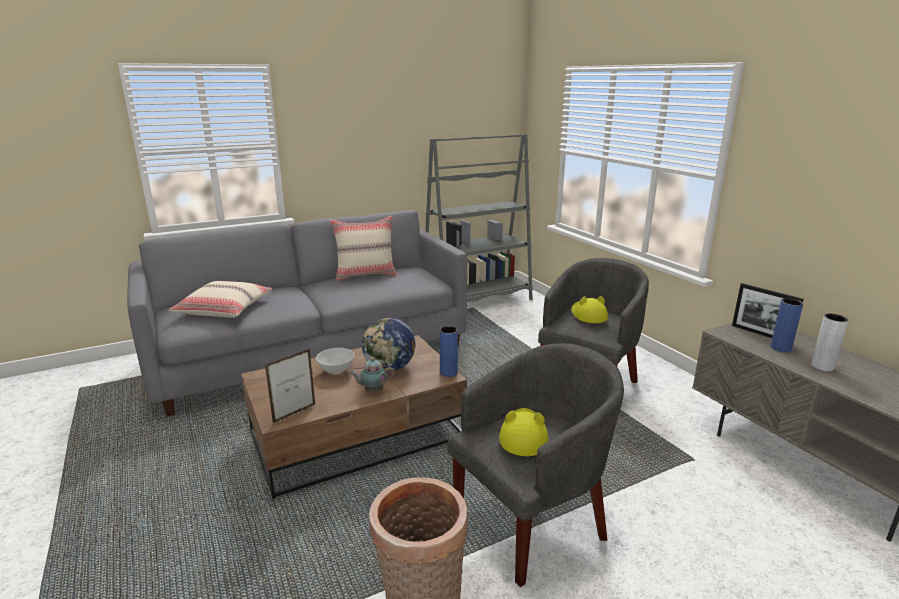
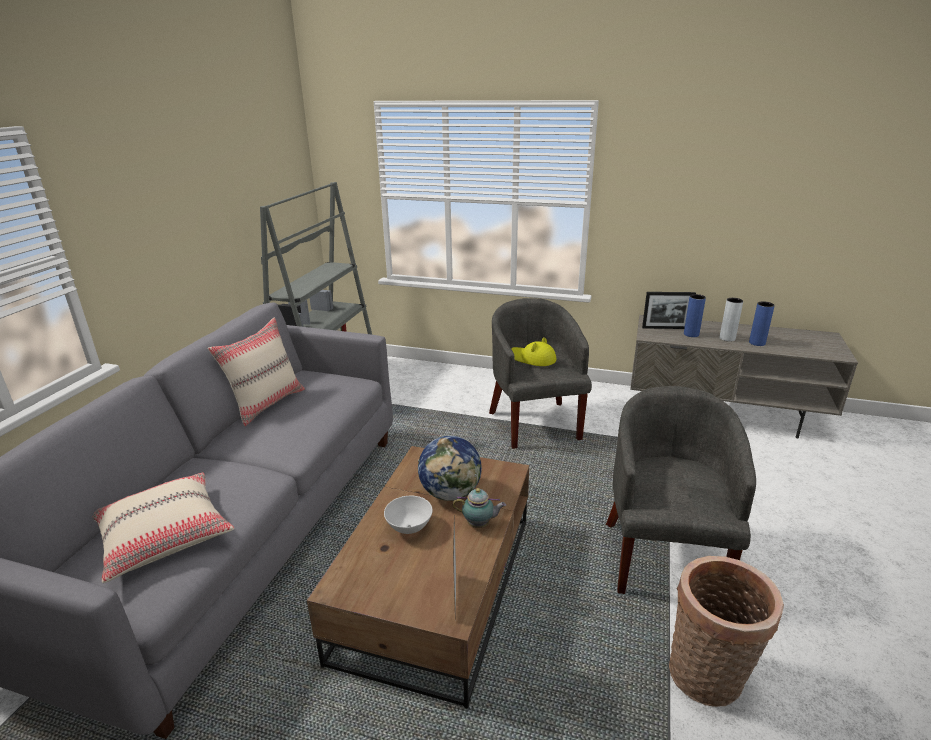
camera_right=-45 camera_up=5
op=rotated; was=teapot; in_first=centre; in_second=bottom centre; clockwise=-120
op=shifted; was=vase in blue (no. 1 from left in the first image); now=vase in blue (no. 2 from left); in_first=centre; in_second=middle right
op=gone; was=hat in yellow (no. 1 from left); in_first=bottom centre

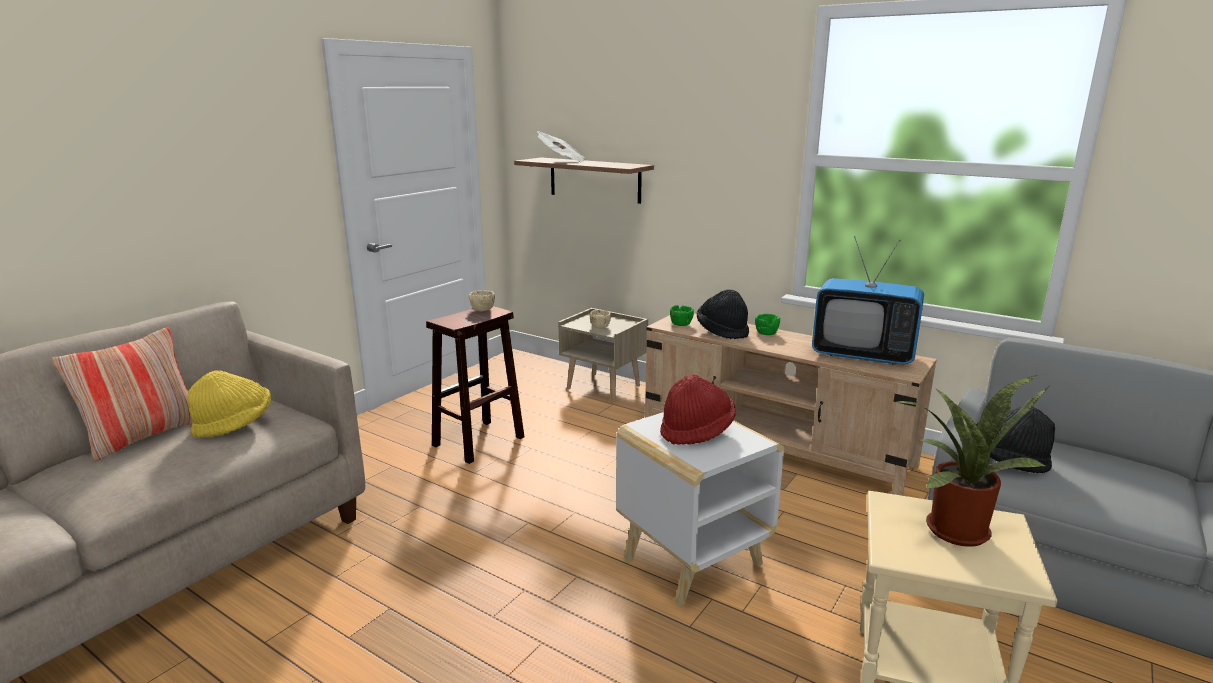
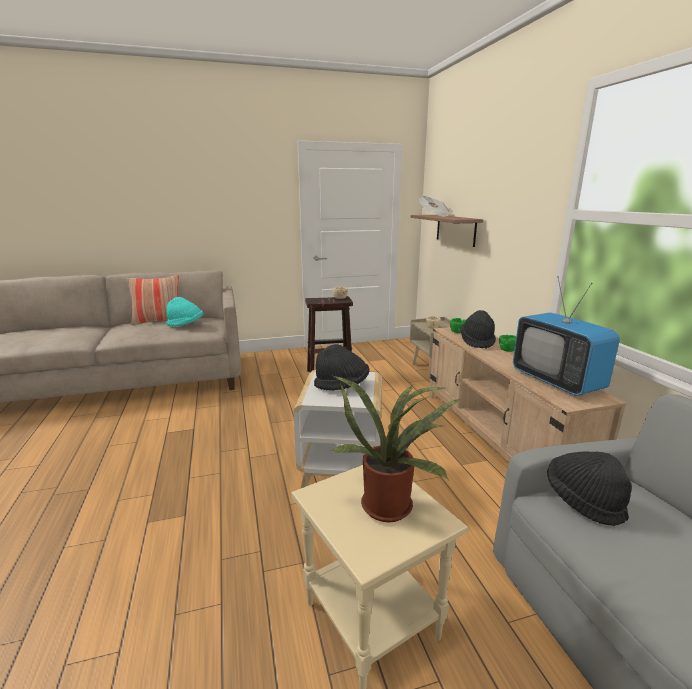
camera_right=40 camera_up=0
op=repainted; was=hat in yellow; now=hat in turquoise; in_first=middle left; in_second=middle left
op=repainted; was=hat in red; now=hat in black (no. 1 from left); in_first=centre; in_second=centre

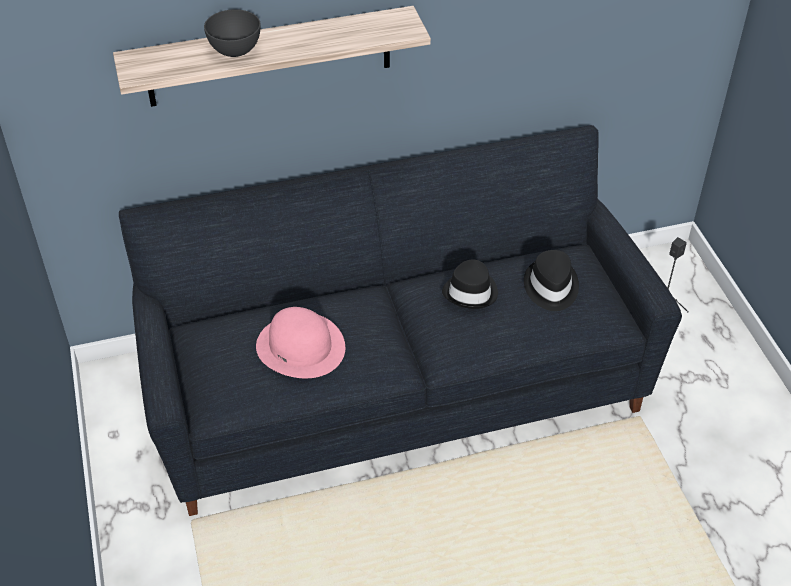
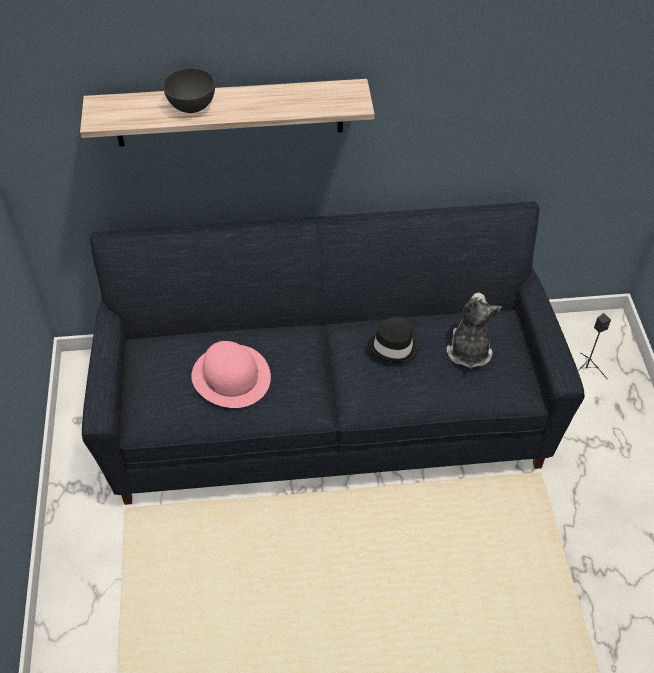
camera_right=10 camera_up=5
op=swapped; was=hat in black (no. 2 from left); now=plush toy; in_first=middle right; in_second=middle right

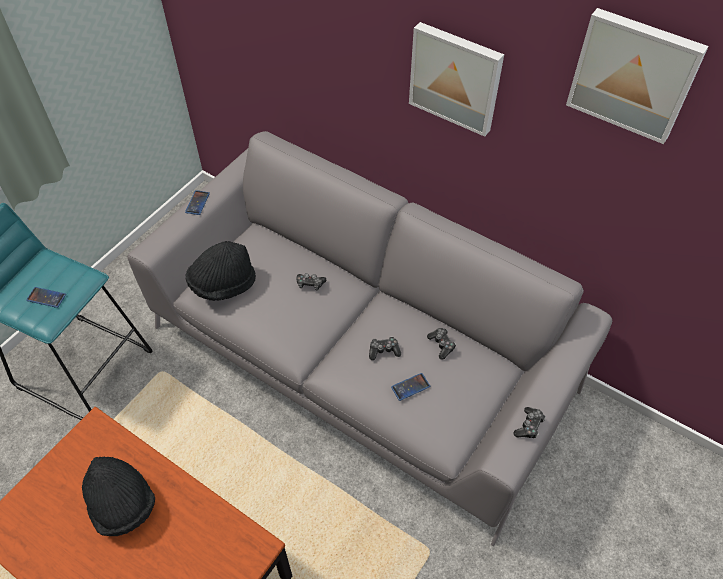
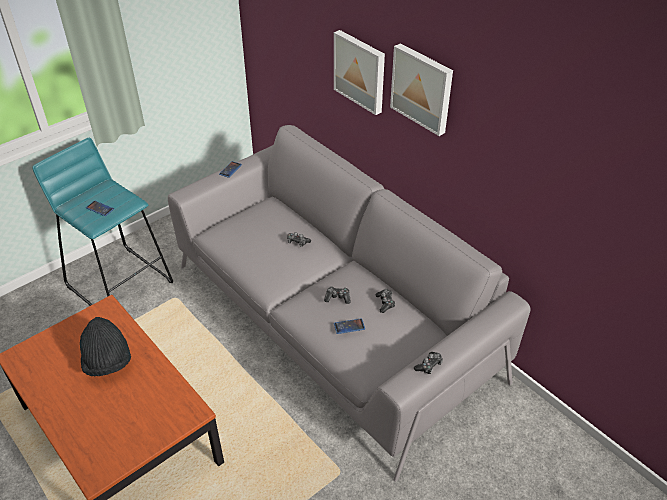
camera_right=15 camera_up=-10
op=gone; was=hat in black (no. 2 from left); in_first=middle left
op=shifted; was=picture (no. 2 from left in the first image); now=picture (no. 1 from left); in_first=top right; in_second=top centre

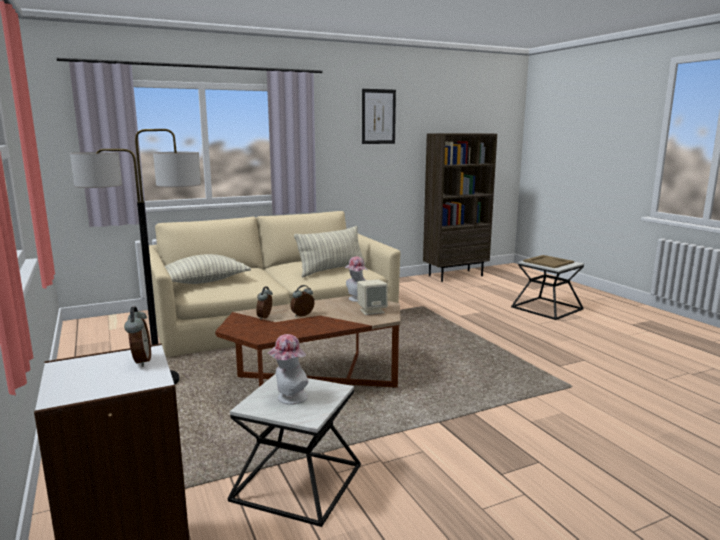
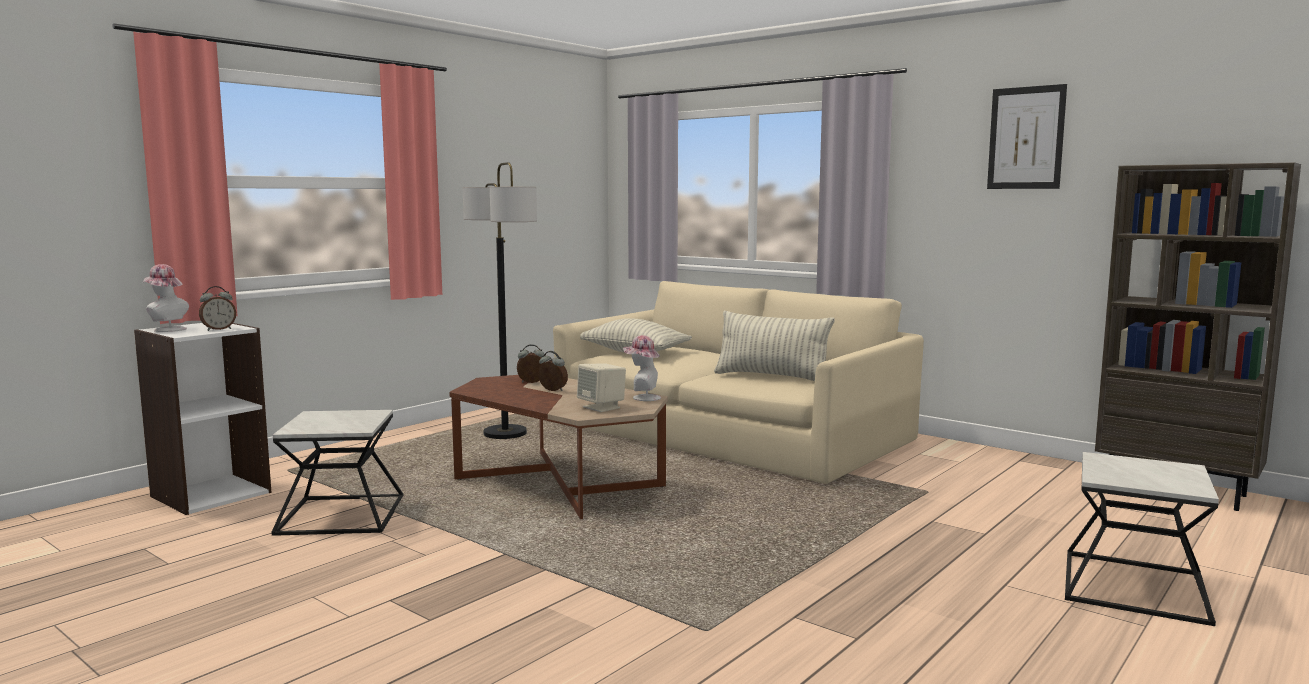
camera_right=65 camera_up=-5
op=shifted; was=hat (no. 1 from left); in_first=bottom centre; in_second=middle left
op=gone; was=tray in beige; in_first=middle right

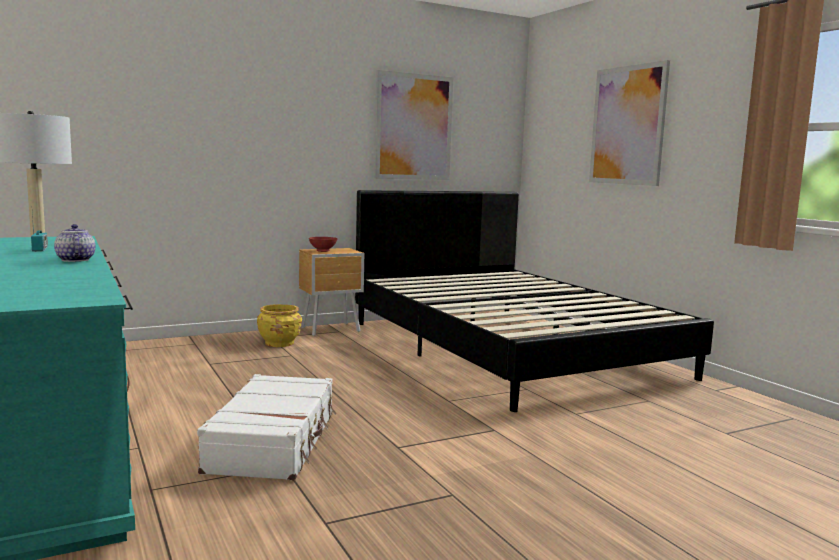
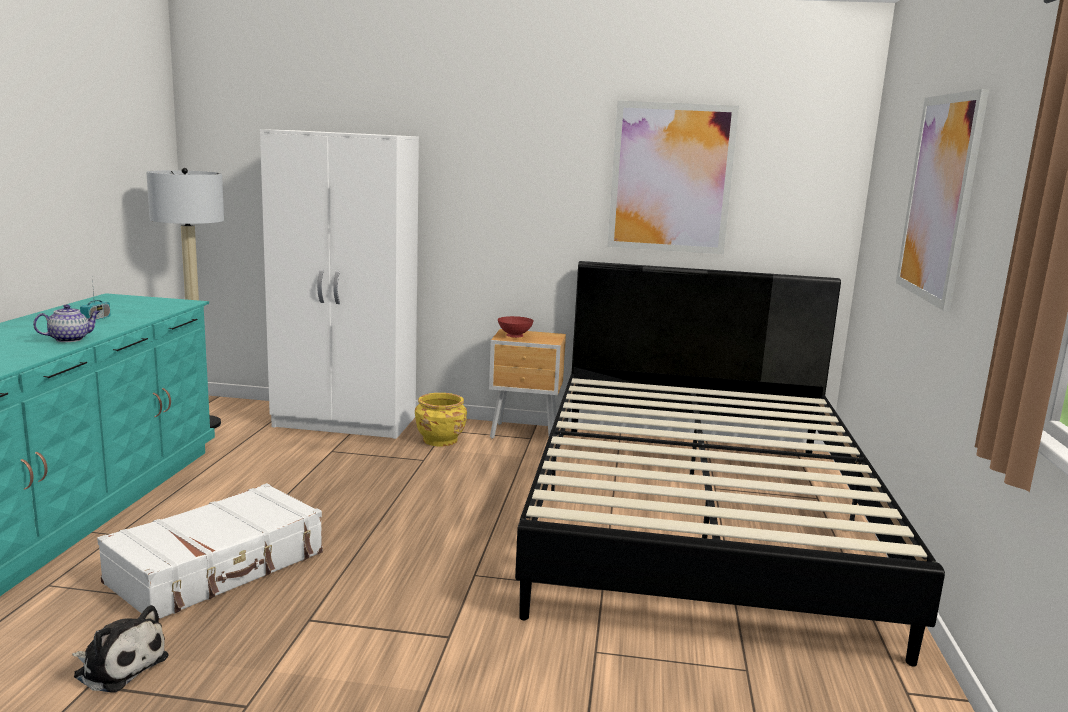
camera_right=35 camera_up=5
op=rotated; was=teapot; in_first=middle left; in_second=middle left; clockwise=45
op=new; now=plush toy; in_second=bottom left
op=new; now=wardrobe in white; in_second=middle left

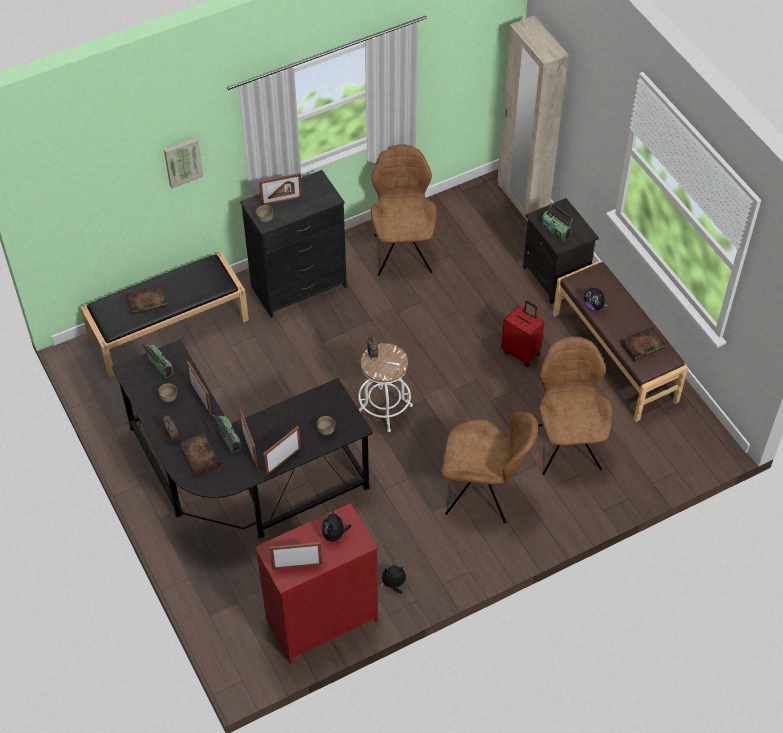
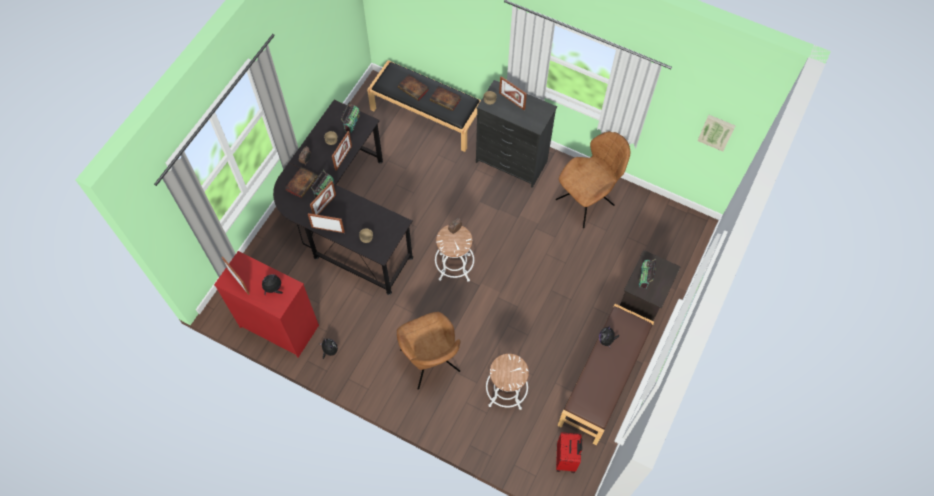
camera_right=55 camera_up=10
op=shifted; was=picture; in_first=top left; in_second=top right
op=gone; was=wardrobe in beige; in_first=top right
op=shifted; was=suitcase in red; in_first=middle right; in_second=bottom centre
op=swapped; was=chair in brown (no. 3 from left); now=stool in white (no. 2 from left); in_first=middle right; in_second=bottom centre
op=shifted; was=book (no. 3 from left); in_first=middle right; in_second=top centre

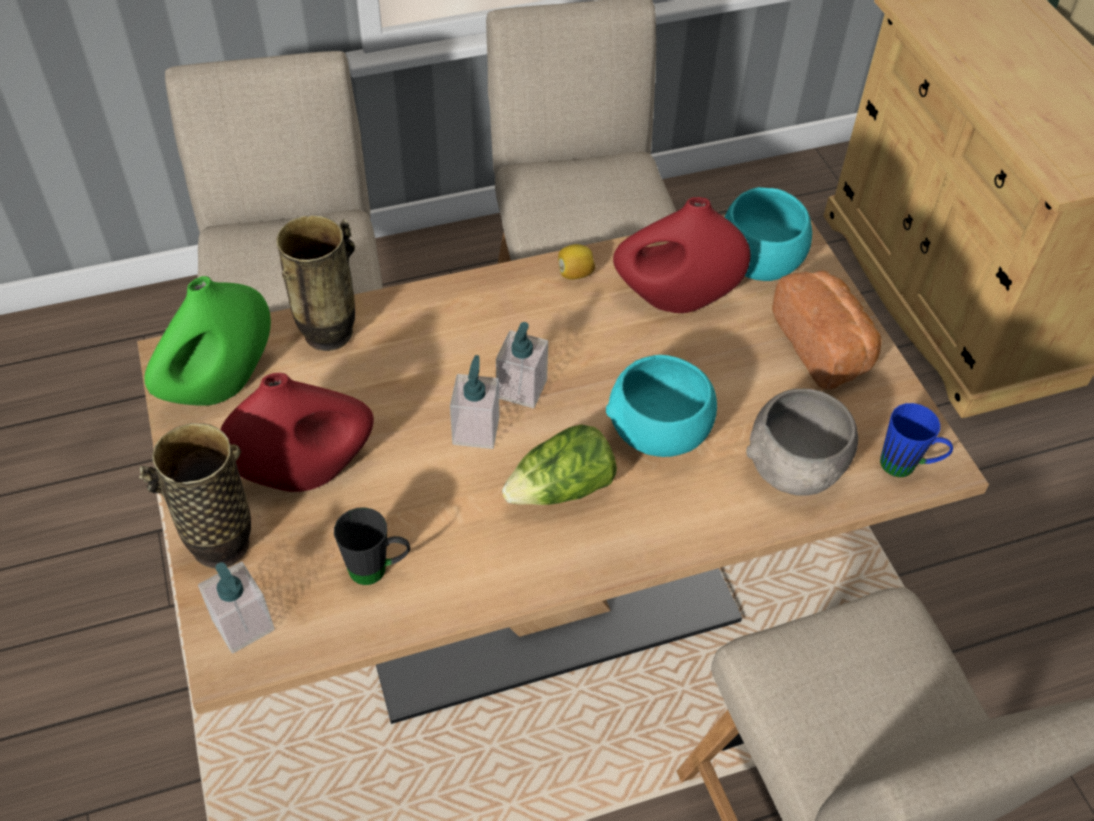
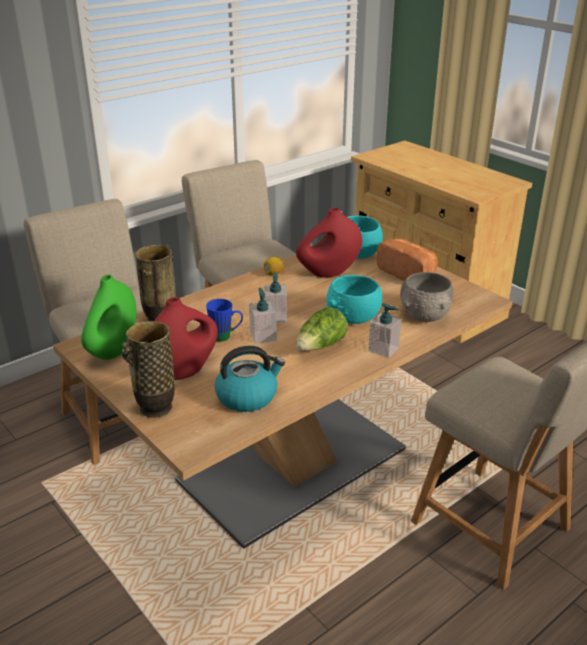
camera_right=-20 camera_up=-20
op=shifted; was=soap dispenser (no. 1 from left in the first image); now=soap dispenser (no. 3 from left); in_first=bottom left; in_second=centre
op=swapped; was=mug in black; now=kettle; in_first=centre; in_second=centre
op=shifted; was=mug in blue; in_first=middle right; in_second=centre

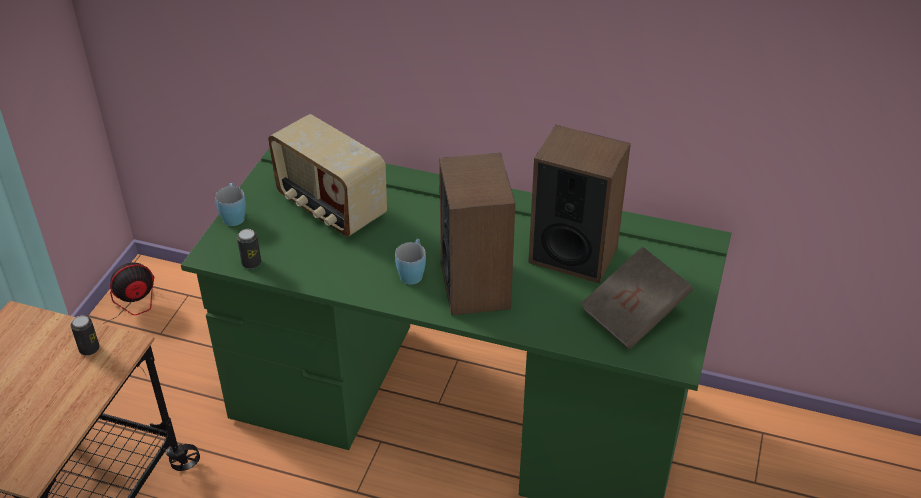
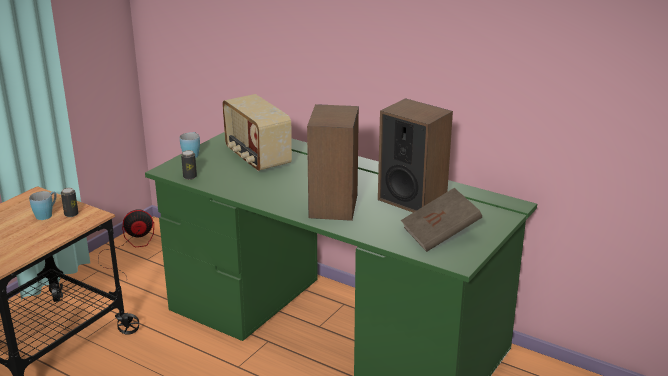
camera_right=15 camera_up=-15
op=shifted; was=mug in blue (no. 2 from left in the first image); now=mug in blue (no. 1 from left); in_first=centre; in_second=middle left

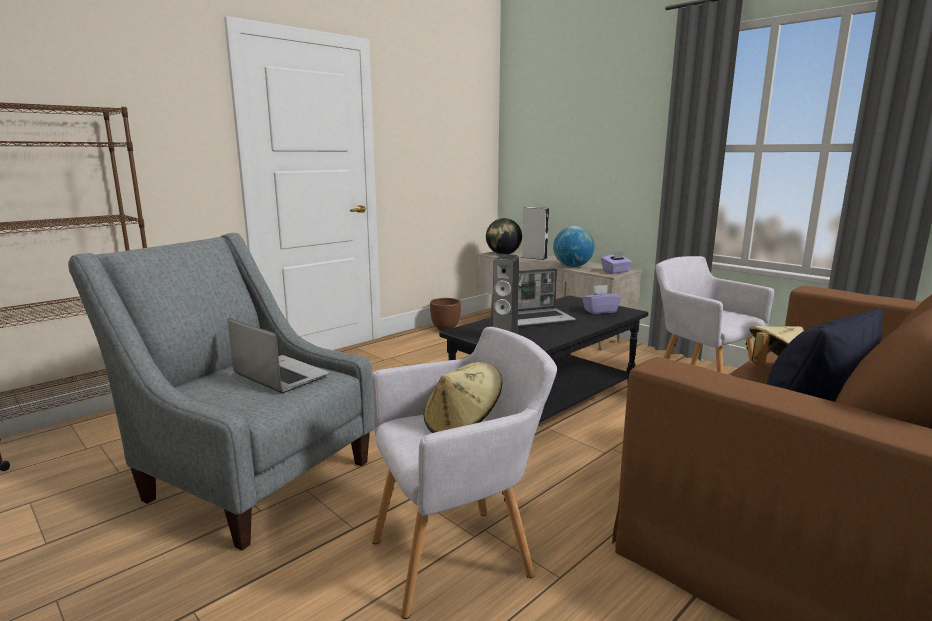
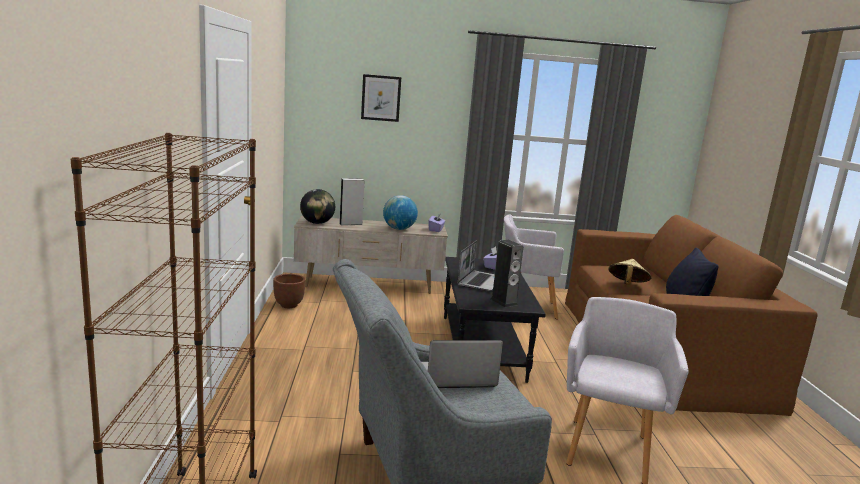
camera_right=-50 camera_up=0
op=gone; was=hat in beige (no. 1 from left); in_first=centre
op=new; now=picture; in_second=top centre

